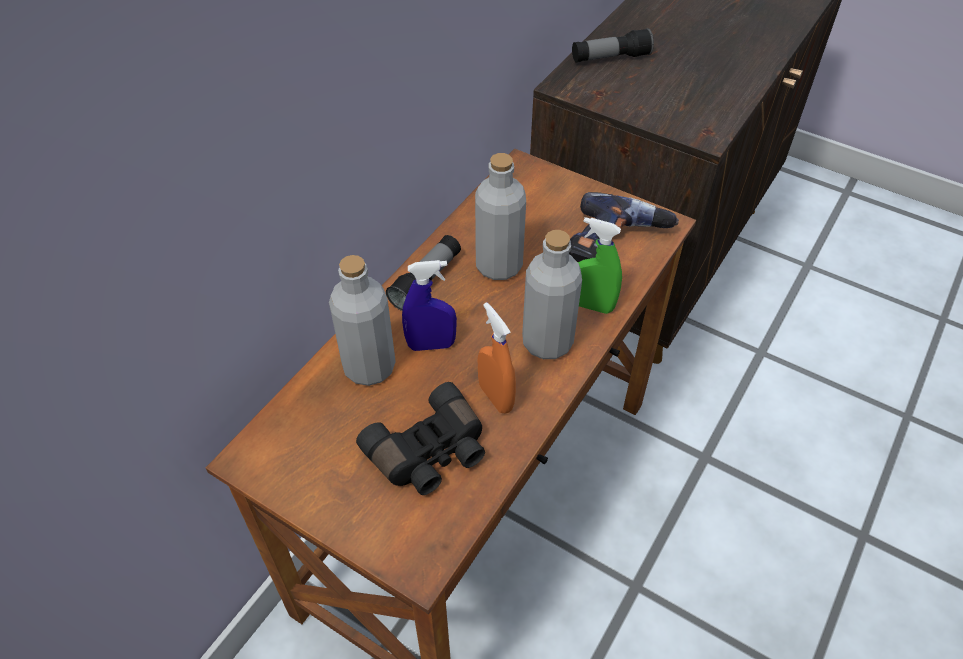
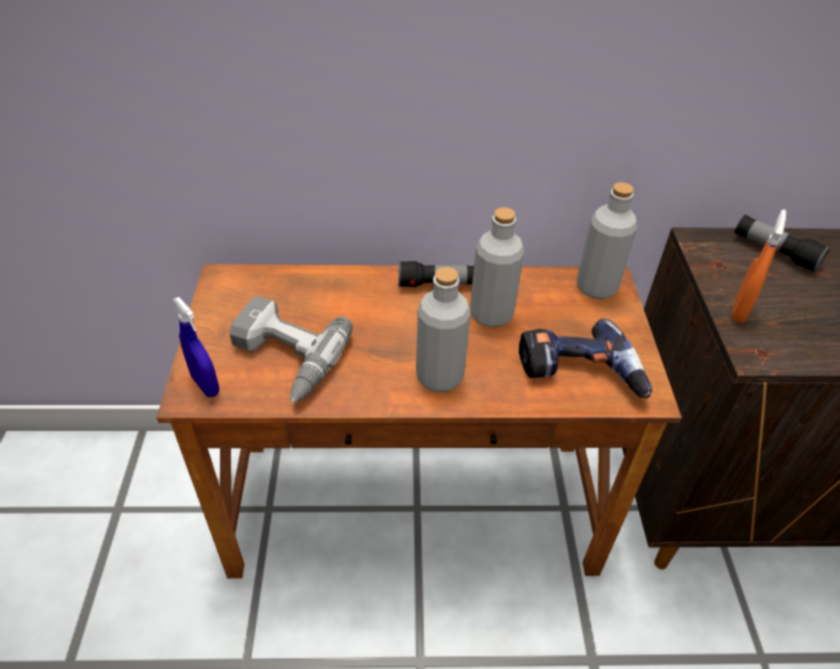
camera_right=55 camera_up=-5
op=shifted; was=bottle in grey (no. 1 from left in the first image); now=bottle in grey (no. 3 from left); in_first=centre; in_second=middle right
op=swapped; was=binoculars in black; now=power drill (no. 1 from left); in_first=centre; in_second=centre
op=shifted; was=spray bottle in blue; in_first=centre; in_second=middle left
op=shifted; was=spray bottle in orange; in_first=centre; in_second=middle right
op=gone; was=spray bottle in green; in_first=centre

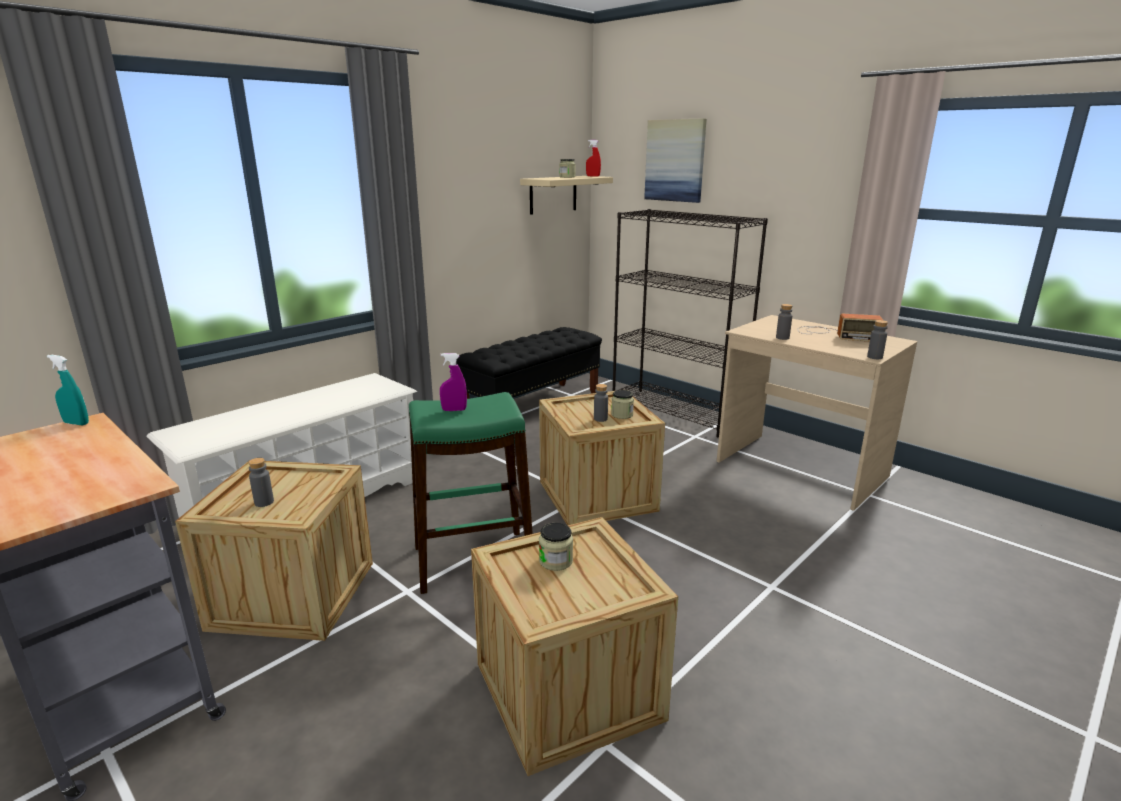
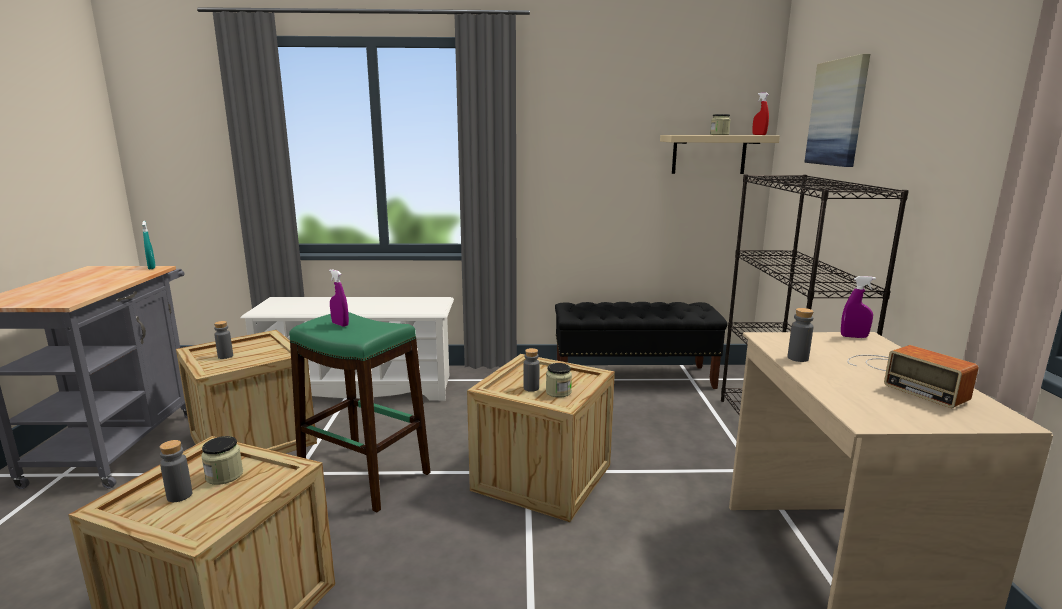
camera_right=45 camera_up=-5
op=shifted; was=bottle in grey (no. 4 from left in the first image); now=bottle in grey (no. 1 from left); in_first=middle right; in_second=bottom left
op=new; now=spray bottle in purple (no. 2 from left); in_second=middle right

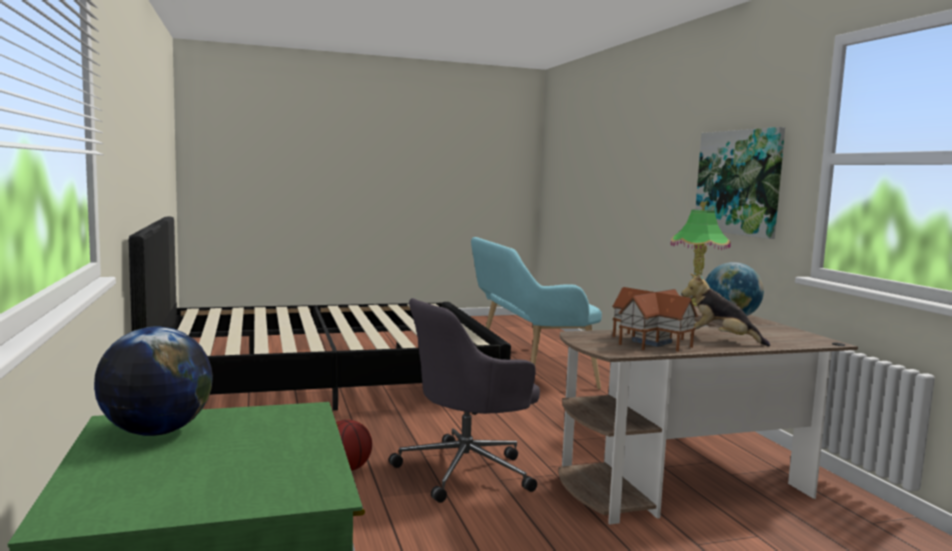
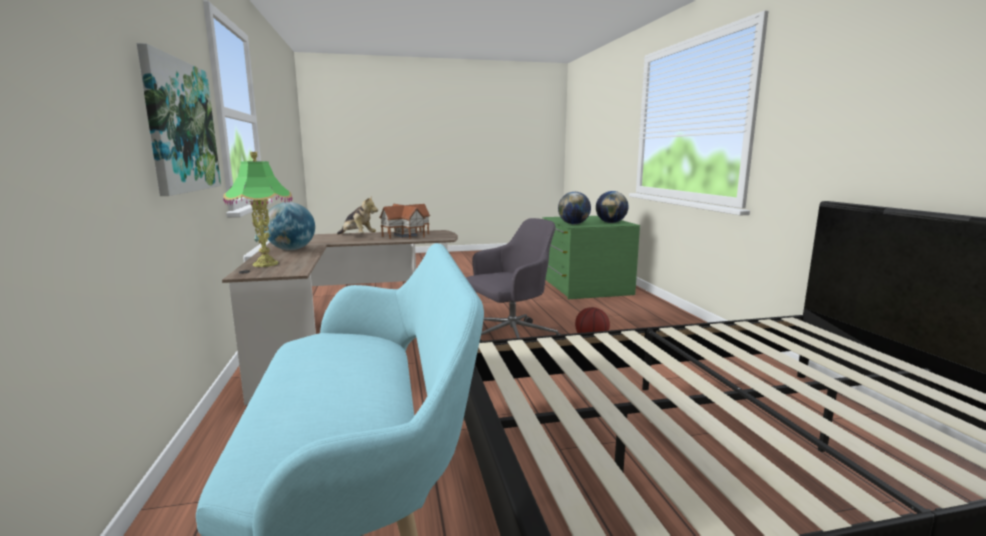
camera_right=-175 camera_up=5
op=new; now=globe (no. 2 from left); in_second=centre

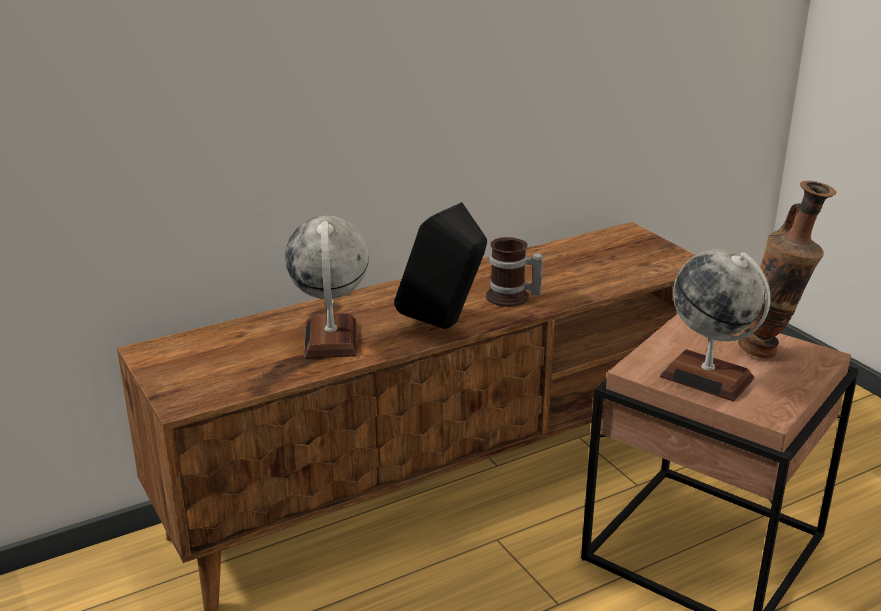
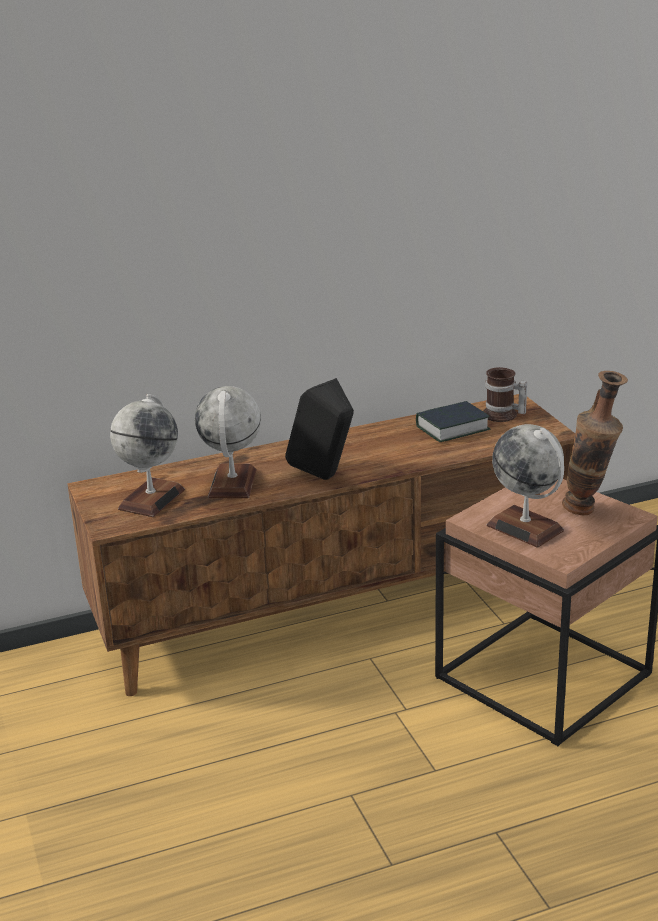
camera_right=10 camera_up=0
op=shifted; was=mug; in_first=centre; in_second=middle right
op=new; now=globe (no. 1 from left); in_second=middle left
op=new; now=book; in_second=middle right

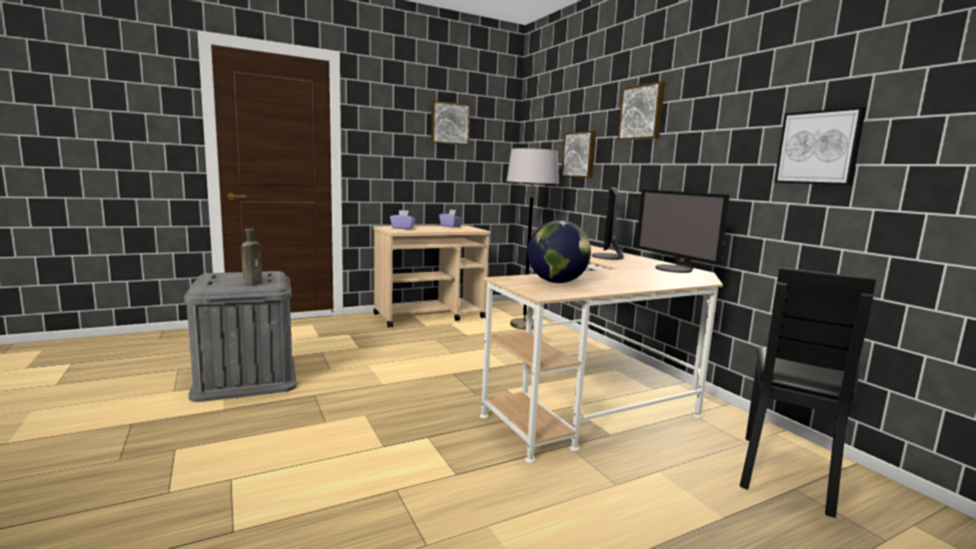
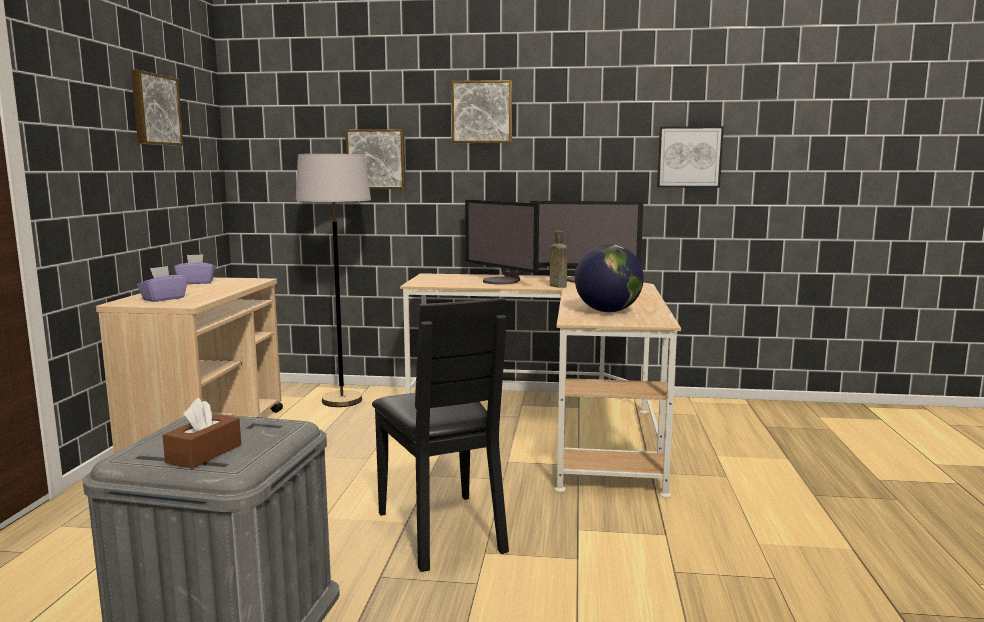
camera_right=-55 camera_up=0
op=shifted; was=bottle in brown; in_first=middle left; in_second=centre
op=shifted; was=chair in black; in_first=bottom right; in_second=bottom centre
op=new; now=tissue box in brown; in_second=bottom left

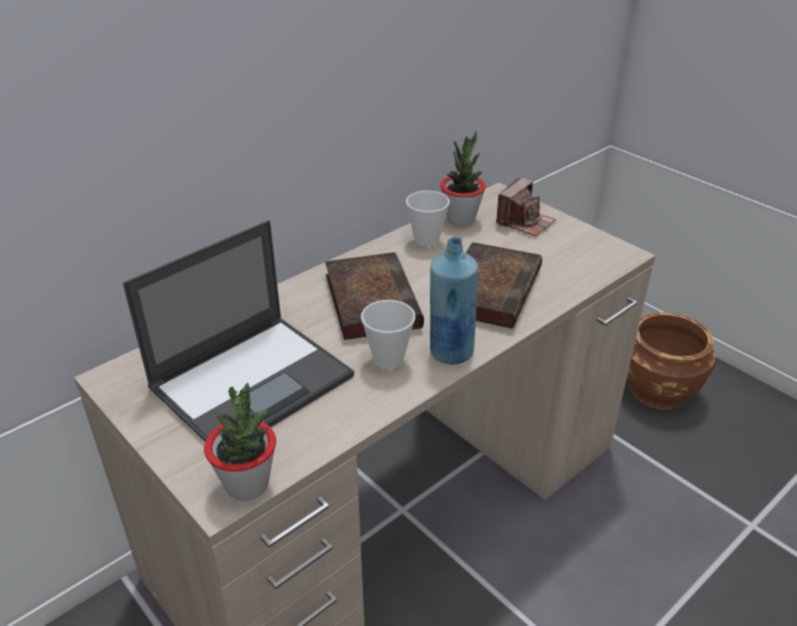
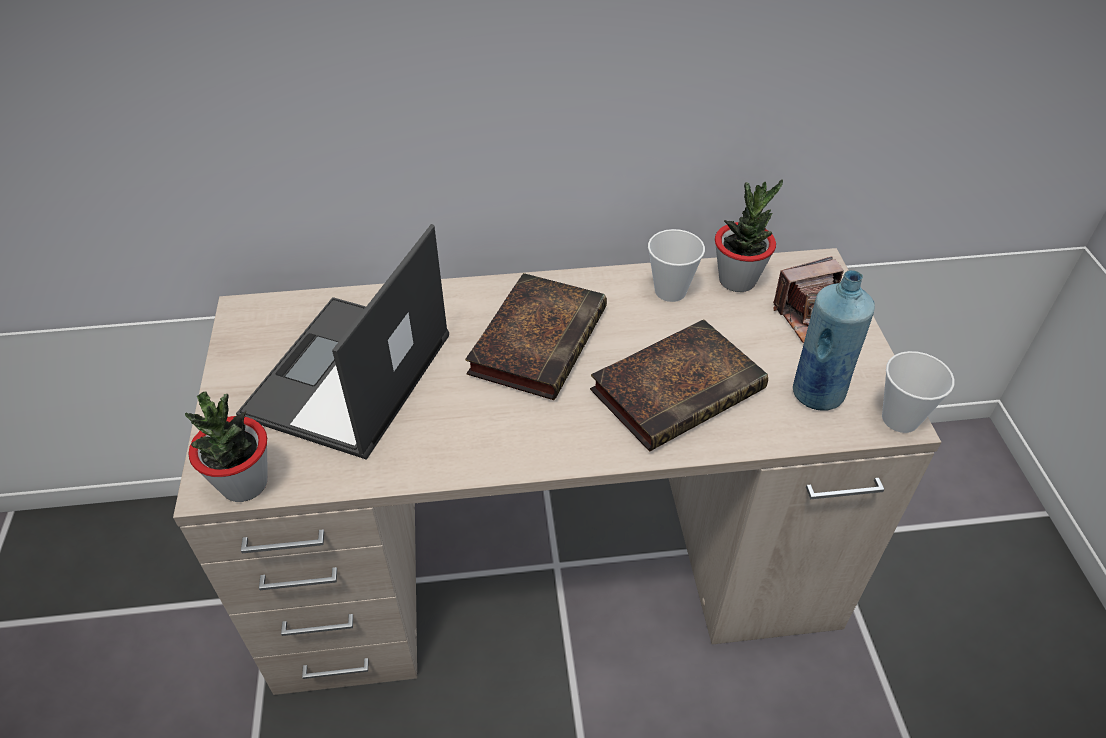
camera_right=35 camera_up=10
op=rotated; was=laptop; in_first=middle left; in_second=middle left; clockwise=120
op=shifted; was=cup (no. 1 from left in the first image); now=cup (no. 2 from left); in_first=centre; in_second=middle right
op=shifted; was=bottle in blue; in_first=centre; in_second=middle right
op=gone; was=planter in brown; in_first=middle right

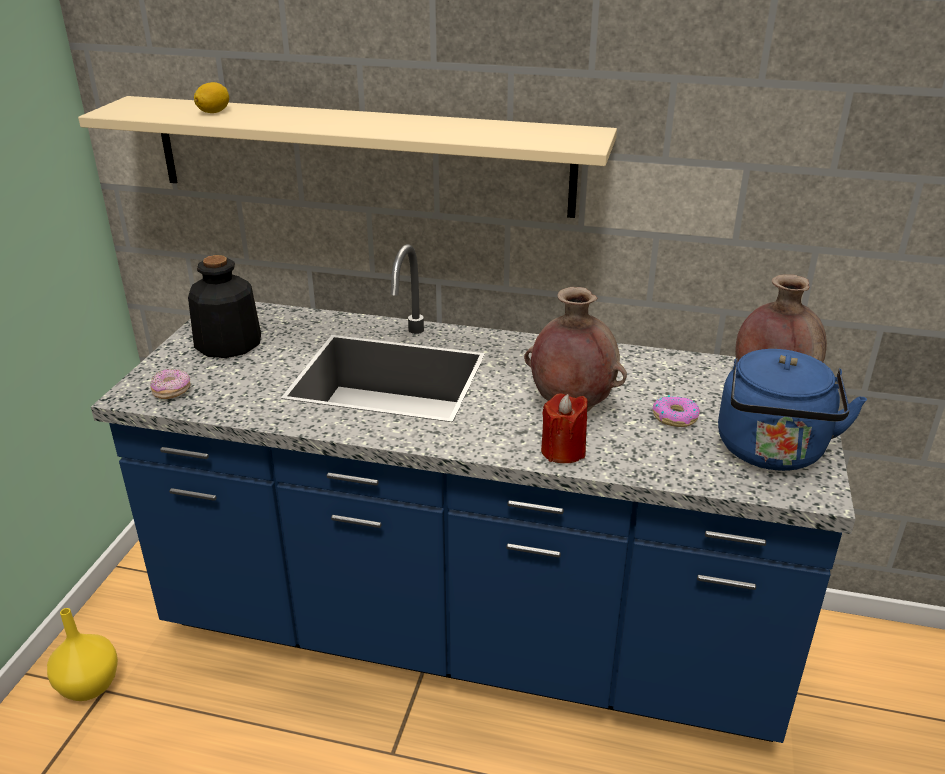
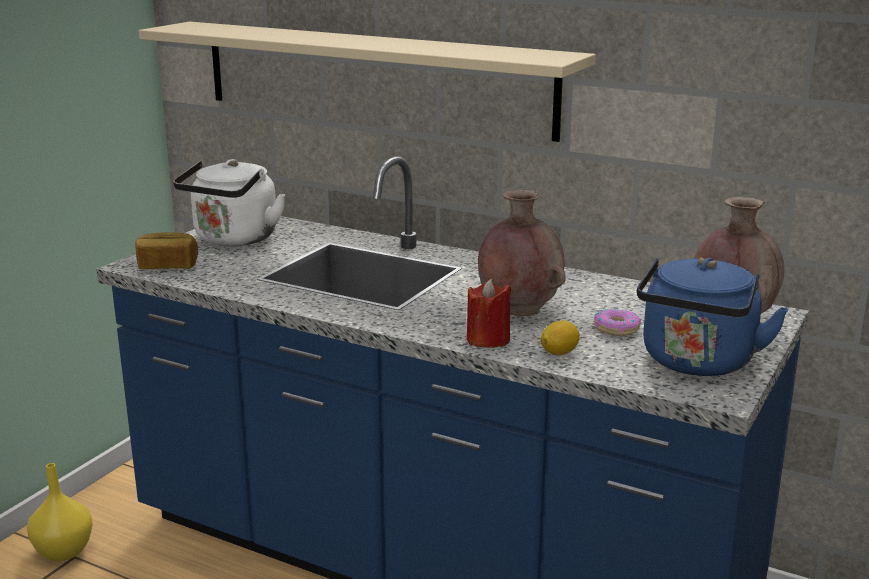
camera_right=15 camera_up=-10
op=swapped; was=donut (no. 1 from left); now=bread; in_first=middle left; in_second=middle left
op=swapped; was=bottle; now=kettle in white; in_first=middle left; in_second=middle left
op=shifted; was=lemon; in_first=top left; in_second=centre

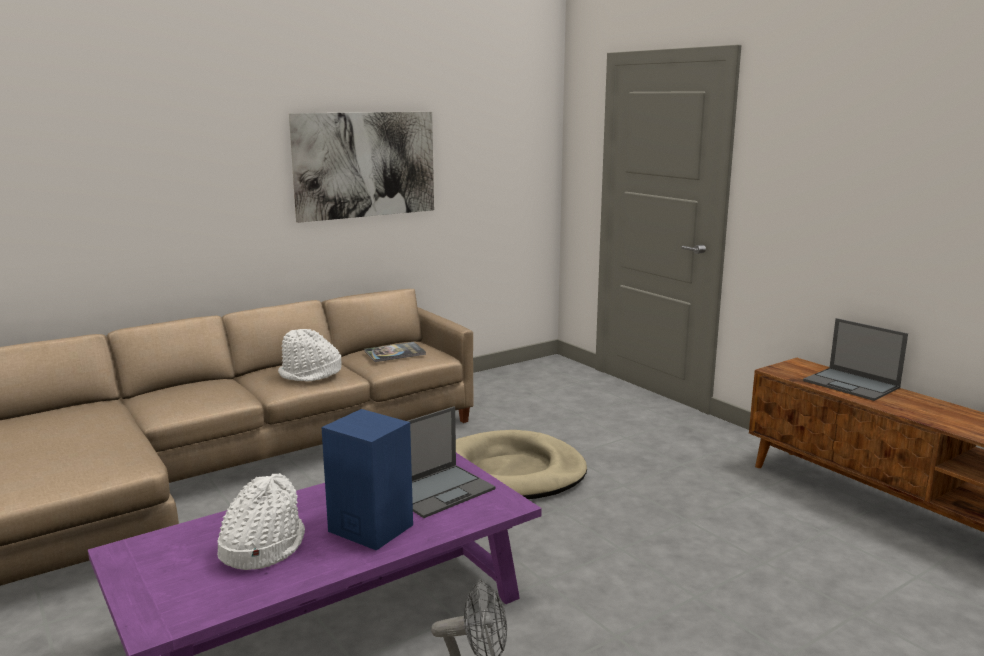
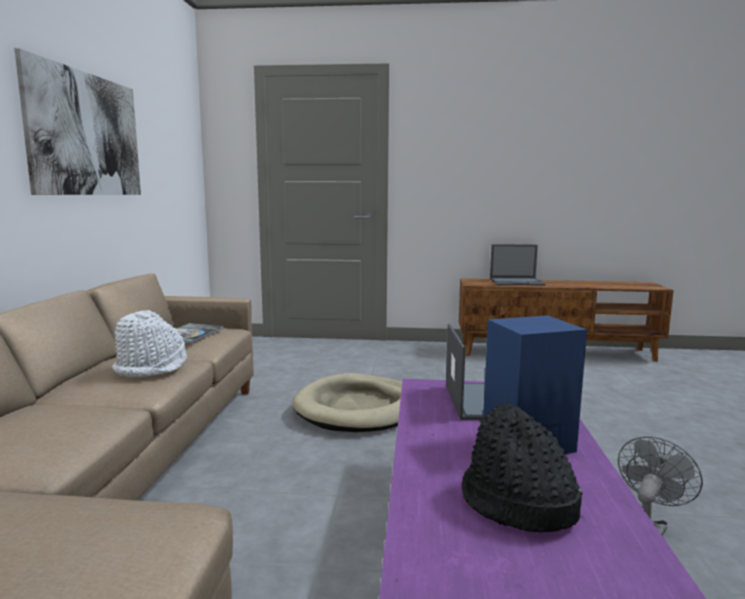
camera_right=-50 camera_up=-5
op=repainted; was=hat in white (no. 1 from left); now=hat in black; in_first=bottom left; in_second=bottom right

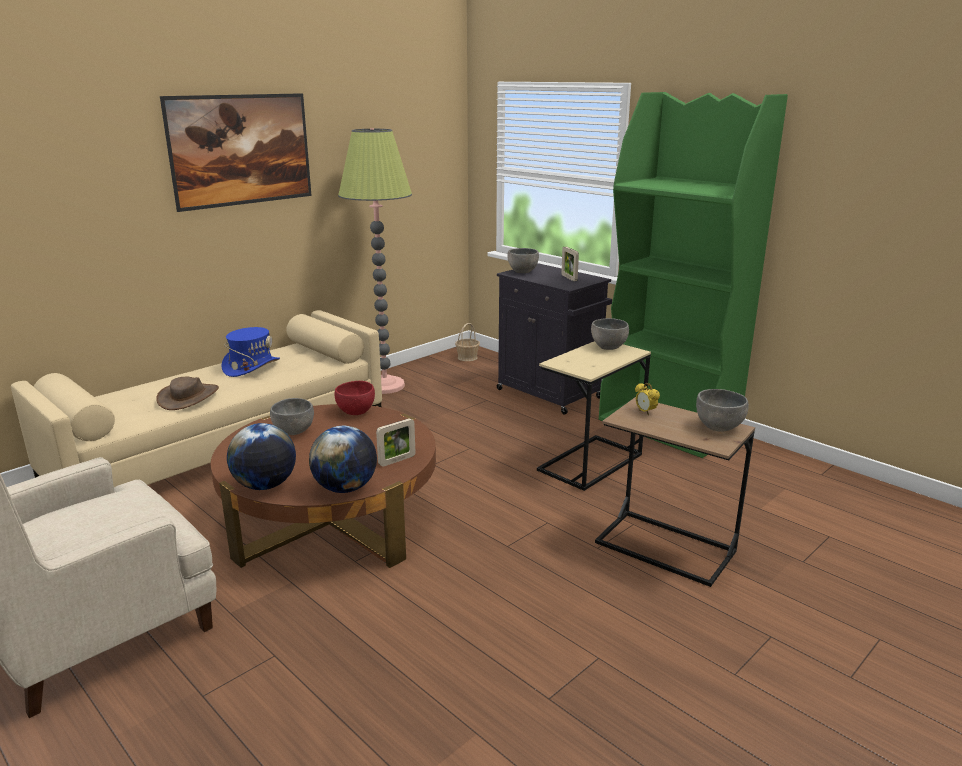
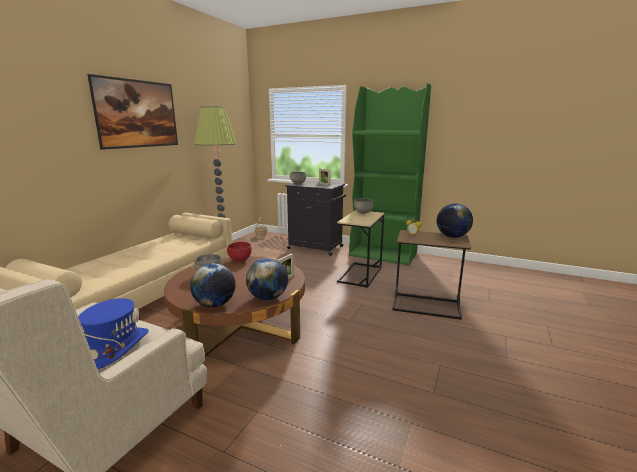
camera_right=-20 camera_up=-5
op=gone; was=hat in brown; in_first=middle left
op=shifted; was=hat in blue; in_first=middle left; in_second=bottom left
op=swapped; was=bowl in grey (no. 4 from left); now=globe (no. 3 from left); in_first=middle right; in_second=middle right

